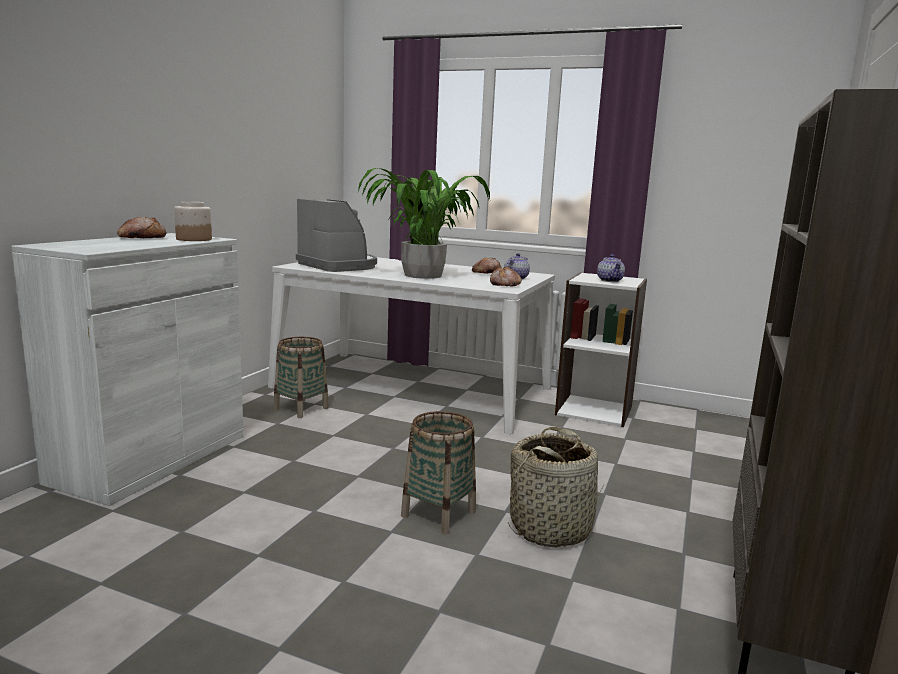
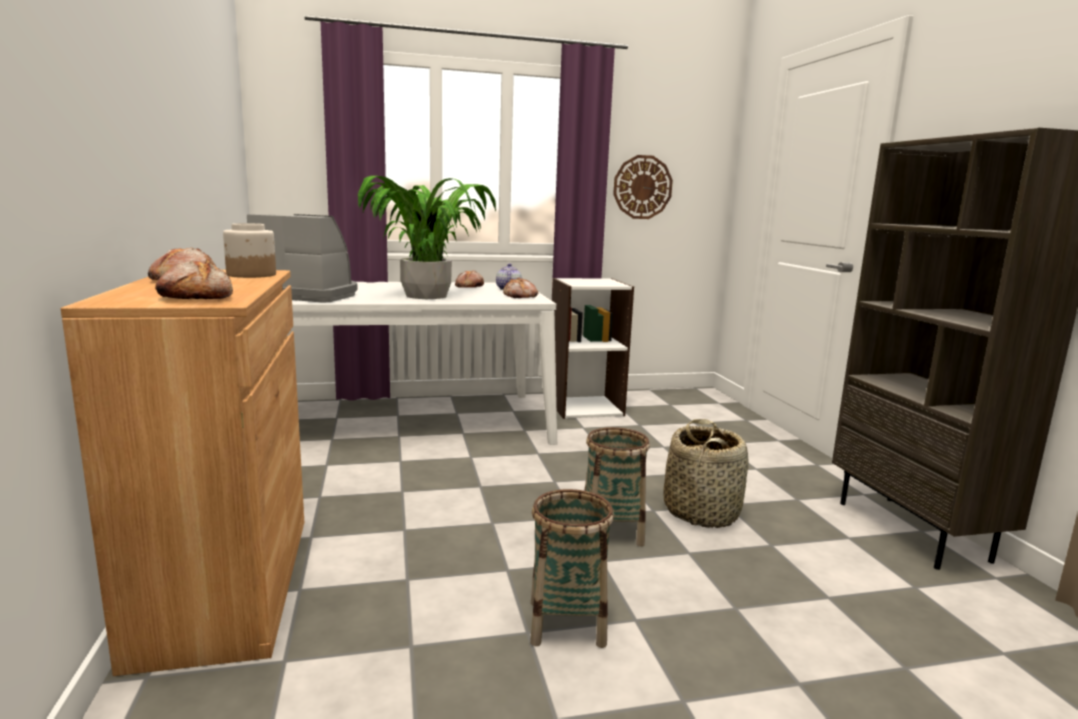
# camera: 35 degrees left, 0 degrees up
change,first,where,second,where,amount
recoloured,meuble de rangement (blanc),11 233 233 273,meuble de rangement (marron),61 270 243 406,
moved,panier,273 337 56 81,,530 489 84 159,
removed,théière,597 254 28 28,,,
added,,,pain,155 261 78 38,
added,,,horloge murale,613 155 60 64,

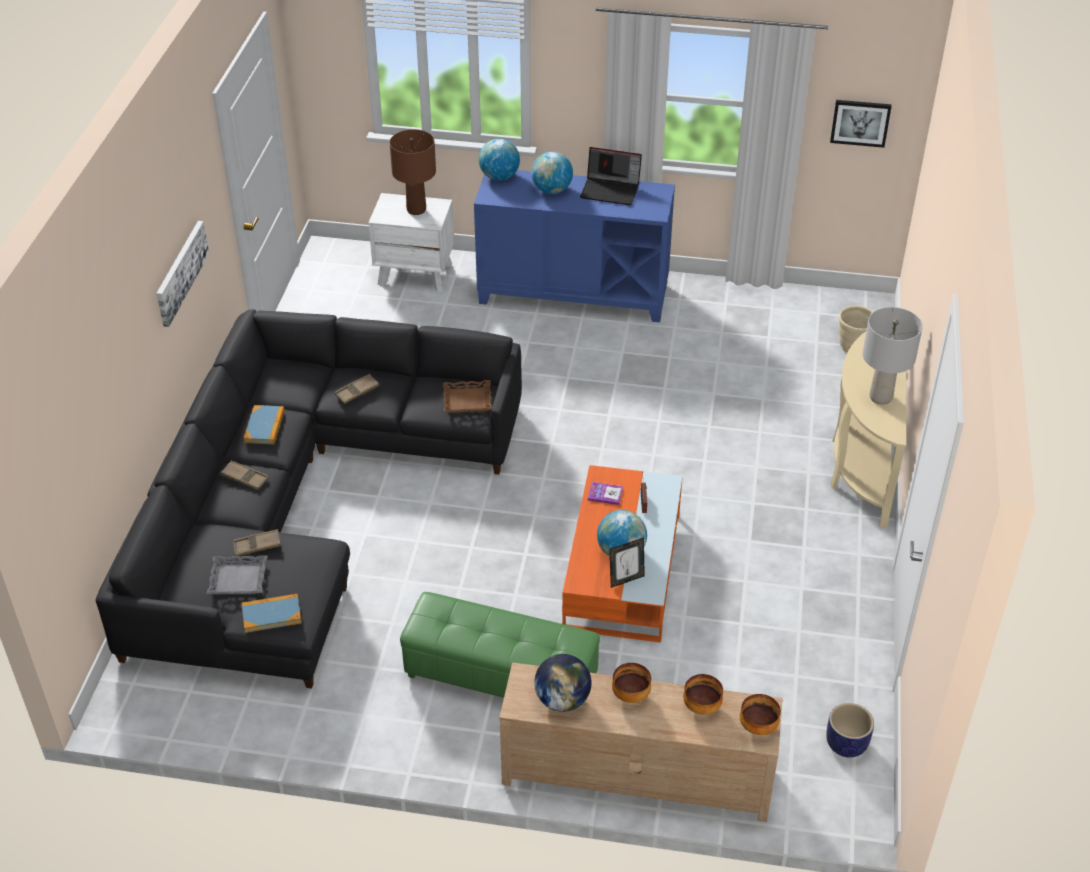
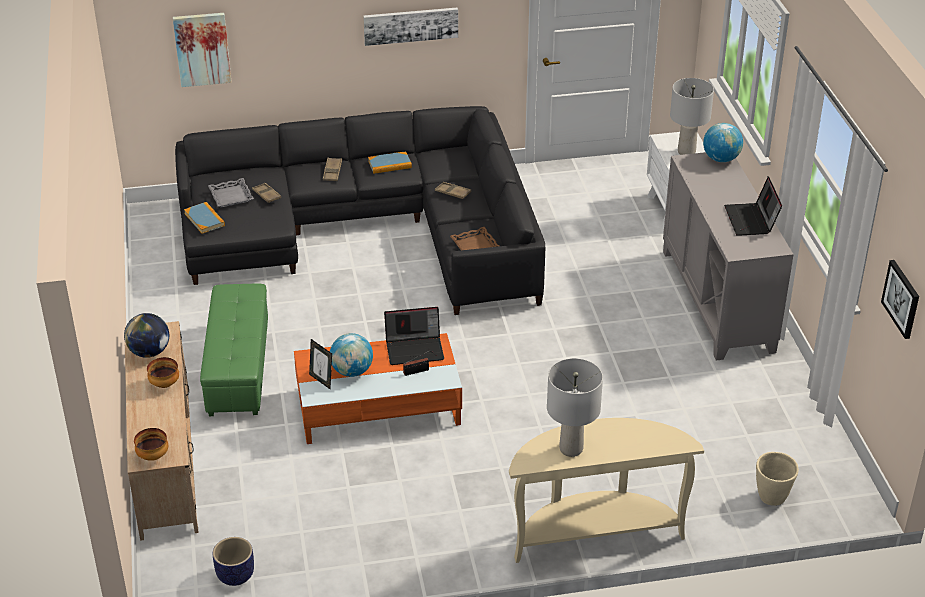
# camera: 70 degrees right, 5 degrees down
change,first,where,second,where,amount
recoloured,lampe de table (marron),390 129 46 86,lampe de table (gris),670 78 44 77,
recoloured,meuble de rangement (bleu),474 170 201 153,meuble de rangement (gris),663 152 131 208,
removed,globe,531 152 42 42,,,
replaced,livre,588 482 35 23,ordinateur portable,384 307 60 58,
removed,bol,683 674 40 41,,,
added,,,tableau,173 13 59 74,

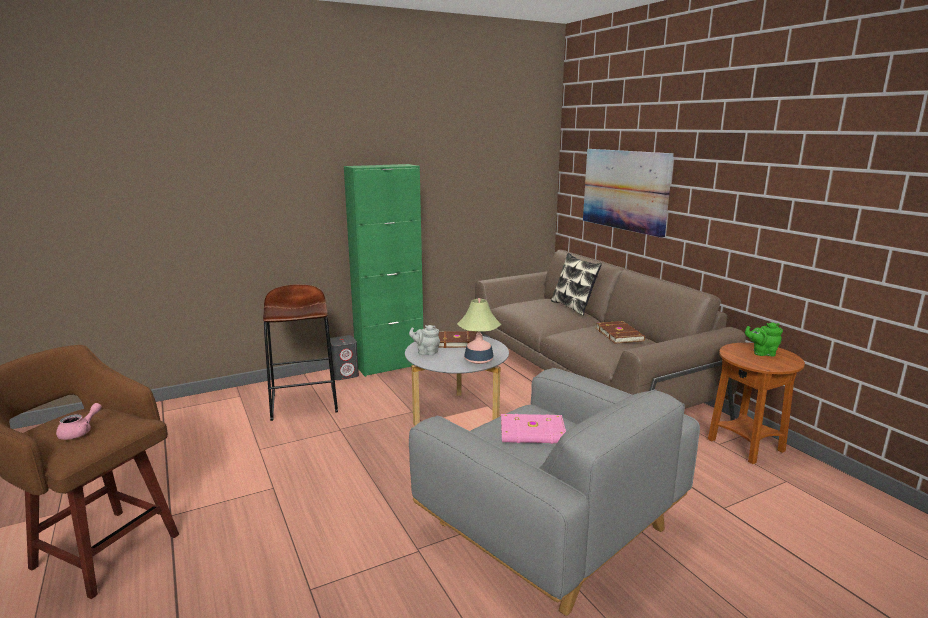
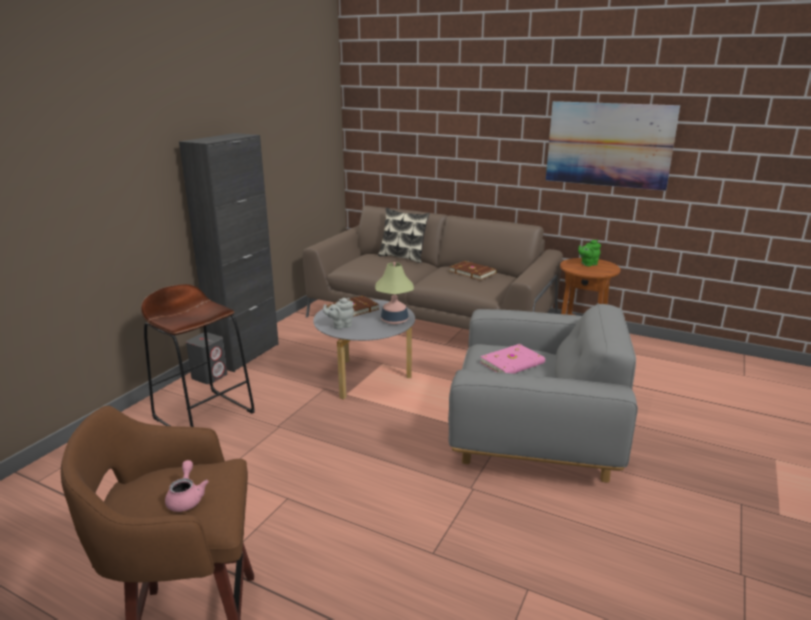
# camera: 35 degrees left, 5 degrees up
change,first,where,second,where,amount
recoloured,meuble de rangement (vert),344 164 79 213,meuble de rangement (noir),179 133 100 239,
moved,tableau,583 149 91 89,,546 101 134 90,

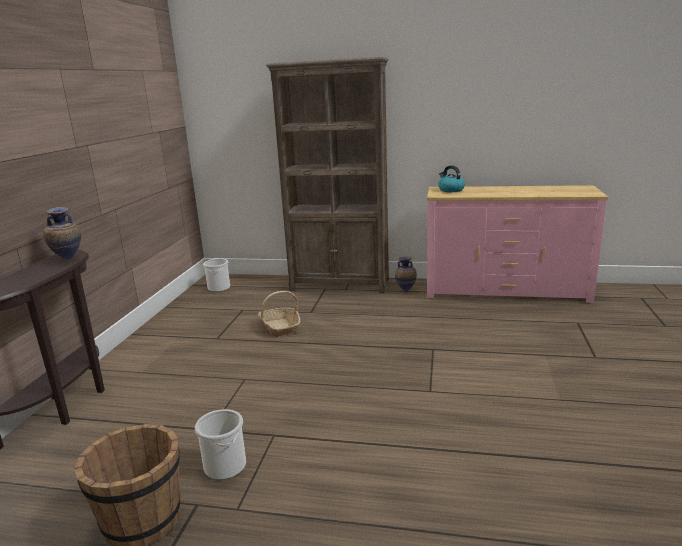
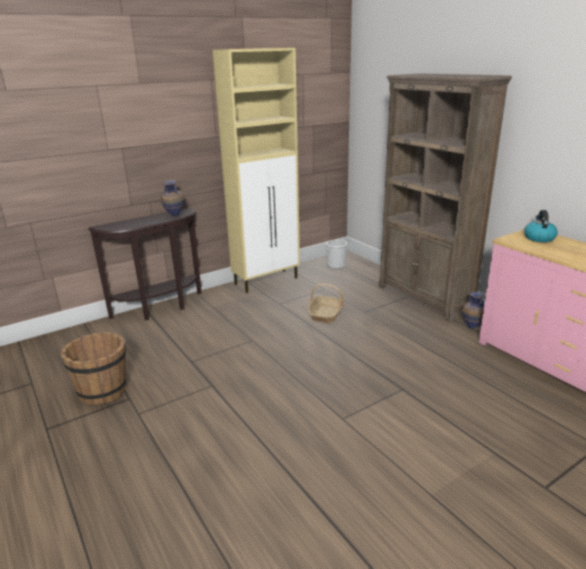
# camera: 45 degrees right, 5 degrees up
change,first,where,second,where,amount
removed,seau,195 409 51 71,,,
added,,,meuble de rangement (beige),213 48 87 245,

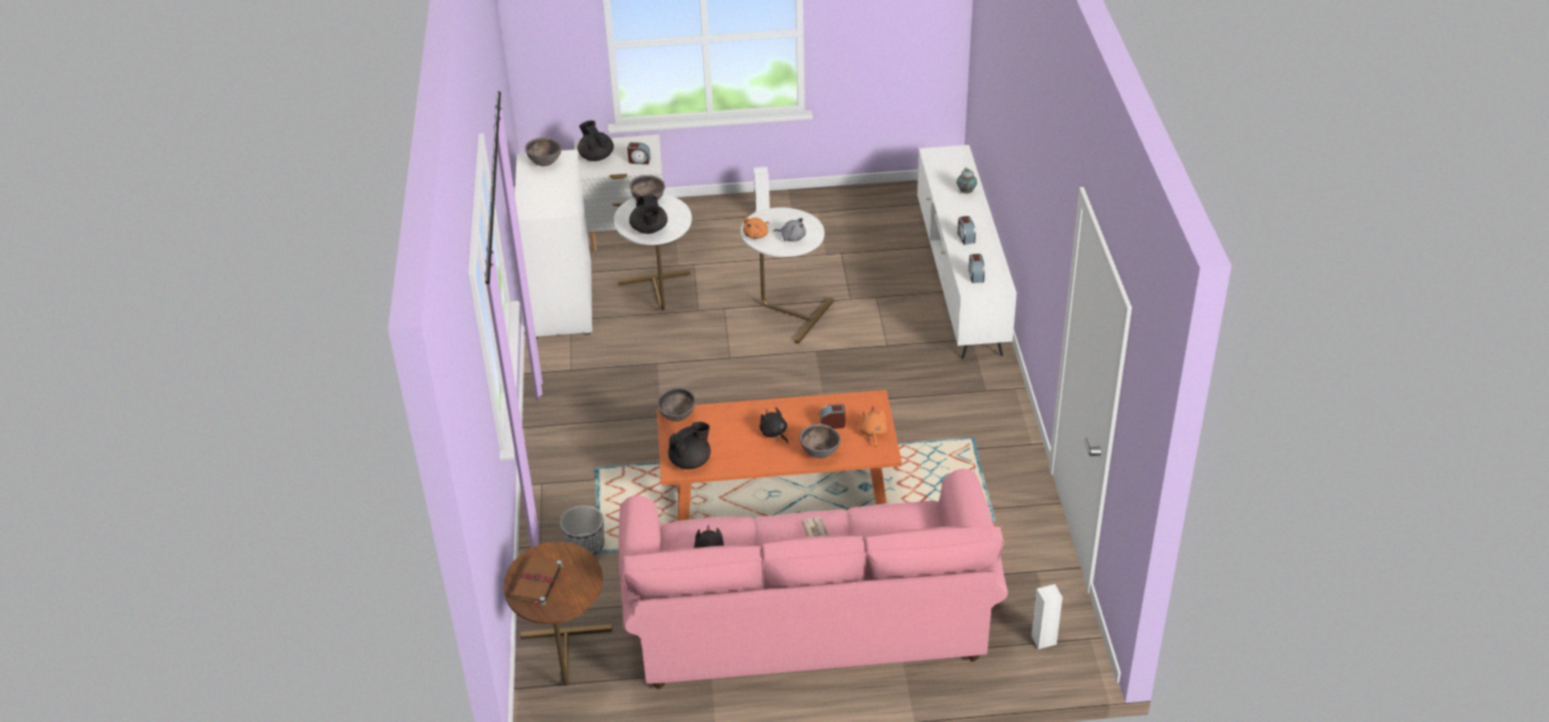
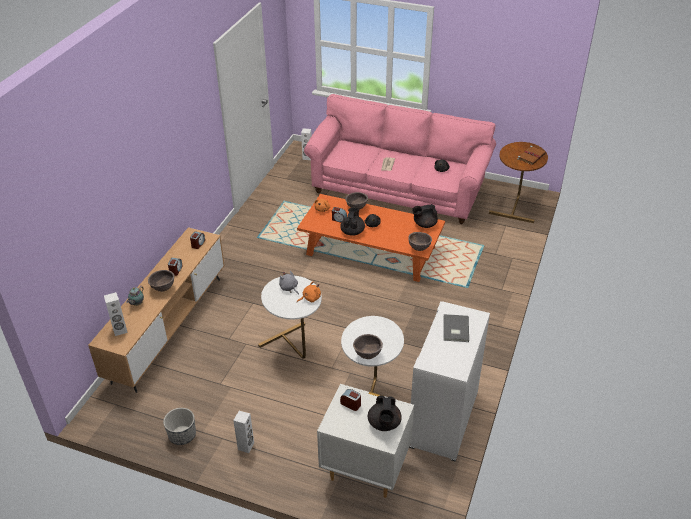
# camera: 155 degrees left, 0 degrees up
change,first,where,second,where,amount
moved,bol (marron),525 138 37 28,,148 270 26 22,
moved,cache-pot,560 505 45 50,,163 408 33 37,
moved,théière (noir),629 195 39 39,,340 207 25 29,
recoloured,meuble télé (blanc),917 145 100 214,meuble télé (marron),88 227 137 166,
added,,,enceinte (blanc),104 292 24 44,
added,,,livre (gris),443 314 26 28,

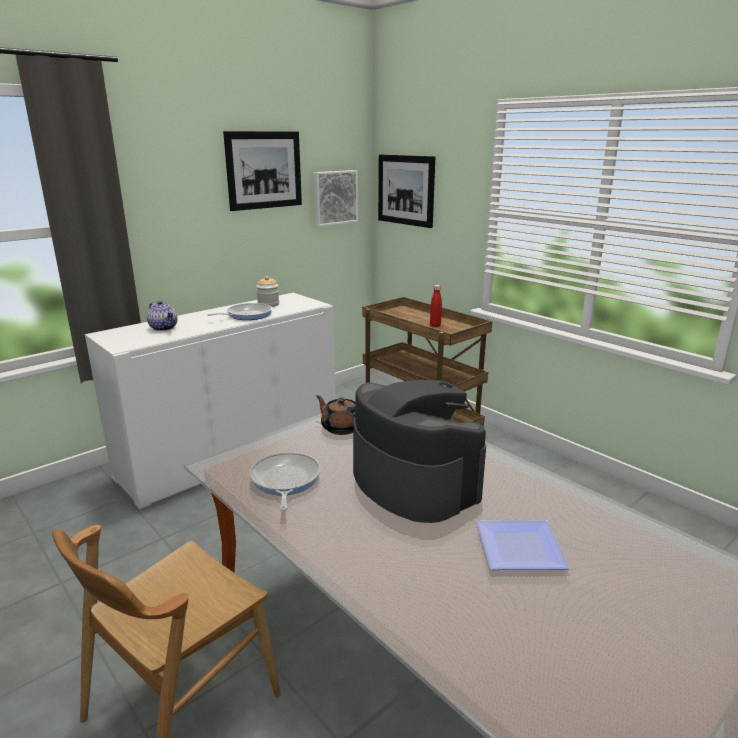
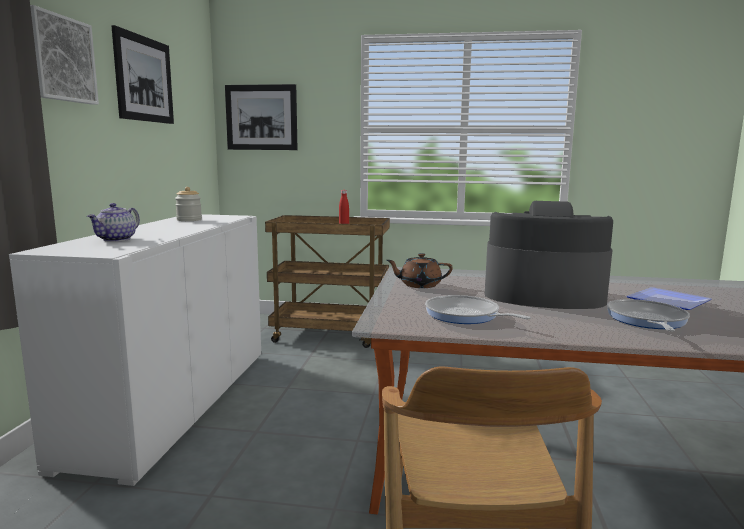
# camera: 40 degrees left, 10 degrees down
change,first,where,second,where,amount
turned,théière,147 301 31 30,,87 203 53 39,105 degrees clockwise
moved,poêle,207 303 65 17,,607 299 83 32,
moved,tableau,313 170 45 57,,30 5 69 99,

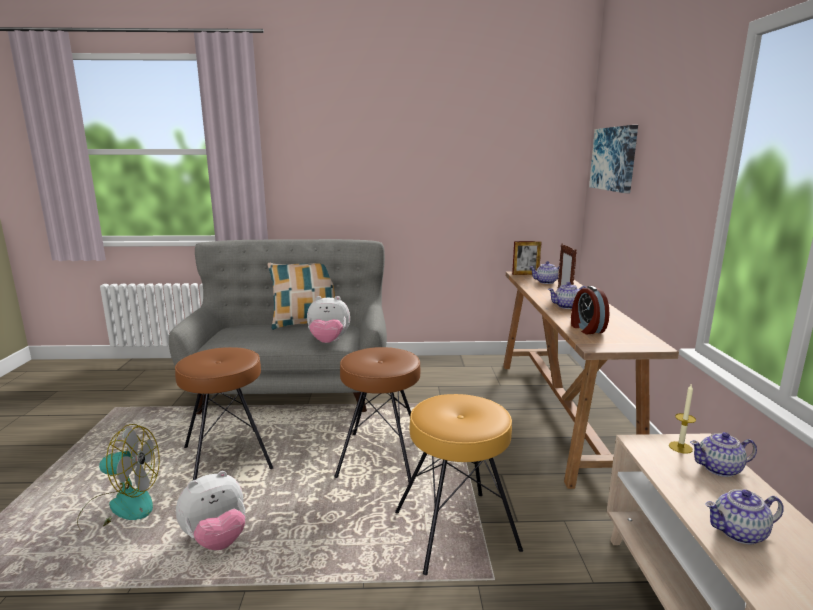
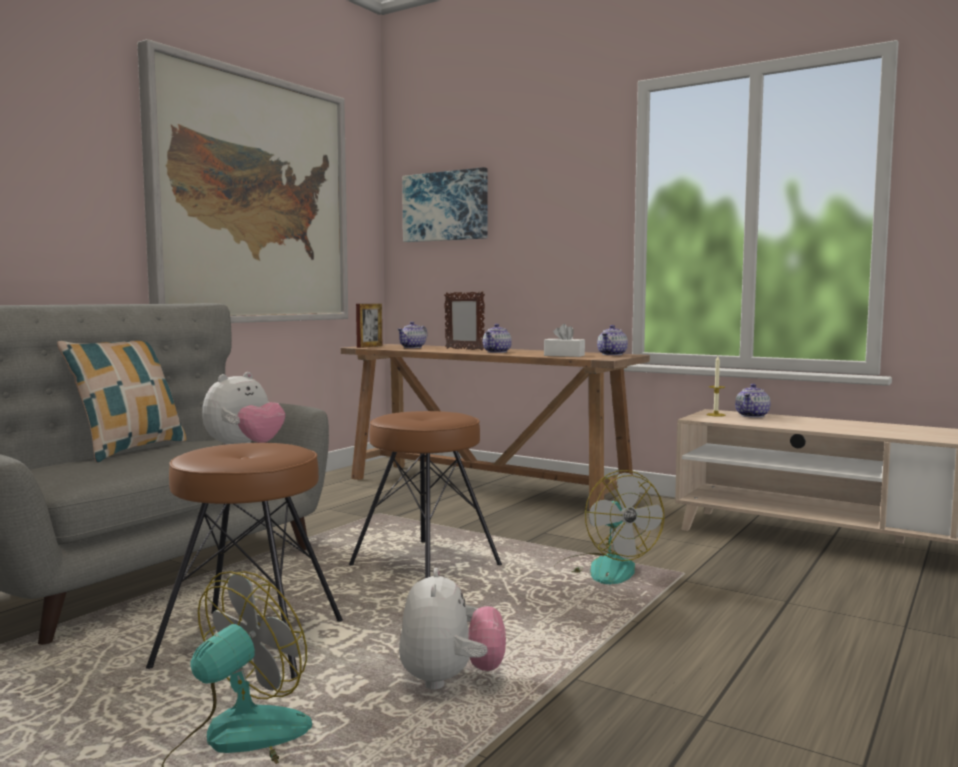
# camera: 55 degrees left, 10 degrees down
change,first,where,second,where,amount
replaced,tabouret (marron),395 394 128 181,ventilateur,555 470 110 114,
replaced,réveil,571 286 39 48,boîte à mouchoirs (blanc),544 324 41 33,
moved,théière,705 489 79 55,,597 325 31 30,
added,,,tableau,137 39 211 284,

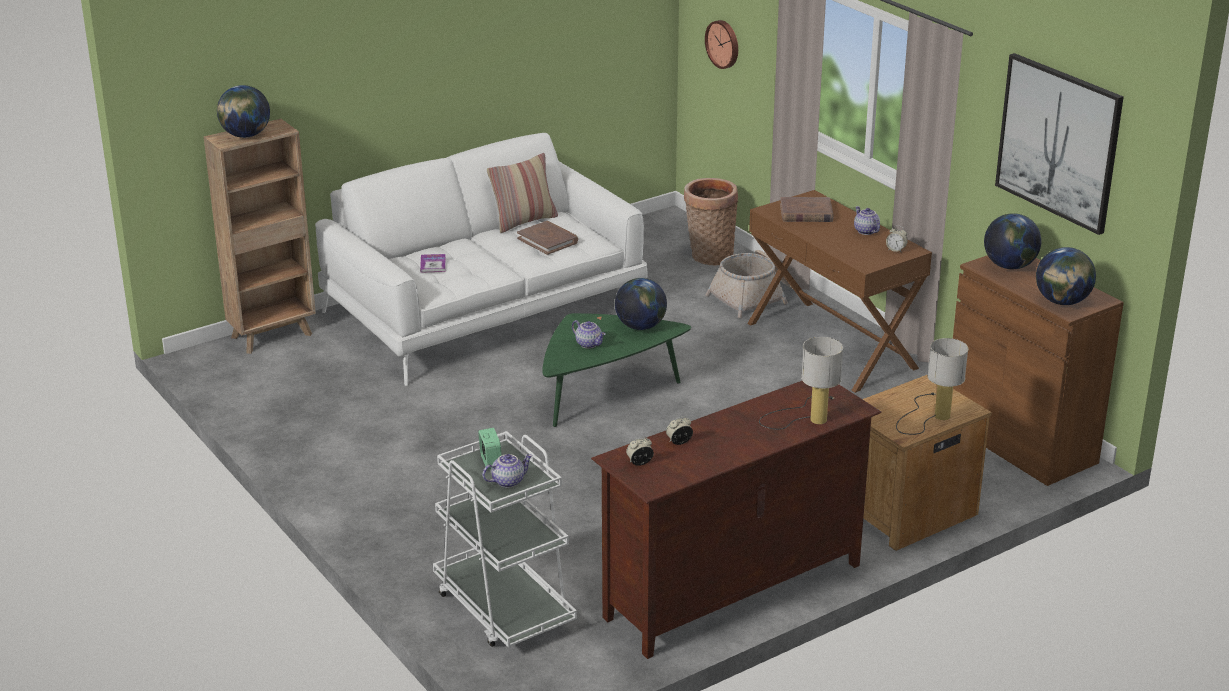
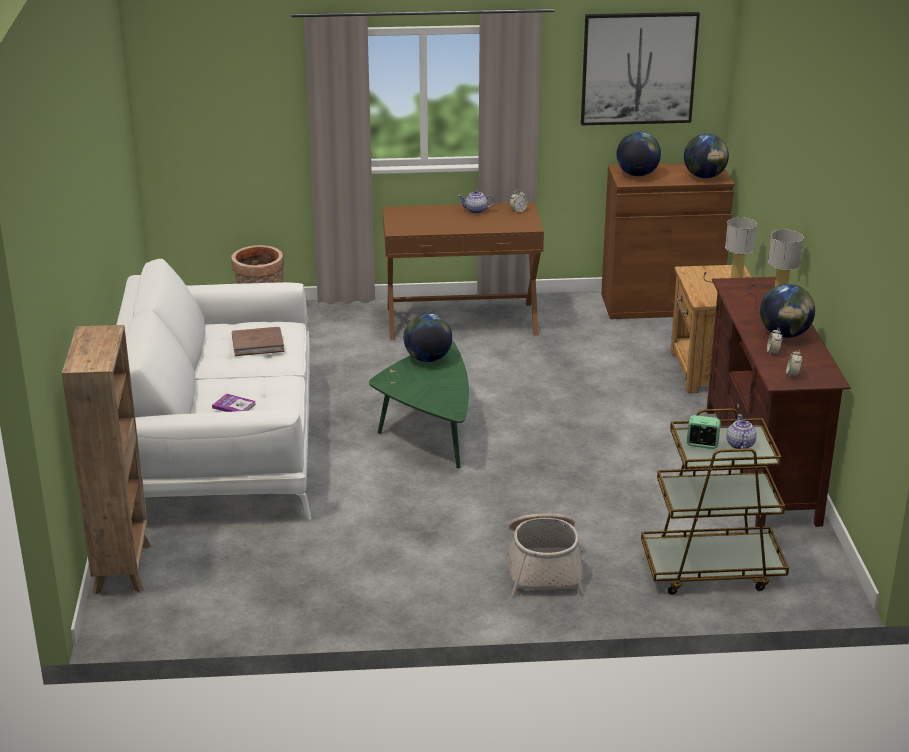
# camera: 60 degrees left, 0 degrees up
change,first,where,second,where,amount
moved,globe,217 85 53 53,,760 284 55 54,
recoloured,chariot (blanc),433 431 144 216,chariot (marron),641 408 148 187,
removed,coussin,487 153 71 80,,,
removed,théière,572 320 34 29,,,
removed,horloge murale,705 20 33 49,,,
moved,panier,705 250 88 68,,507 514 77 82,
removed,livre (marron),780 197 53 25,,,

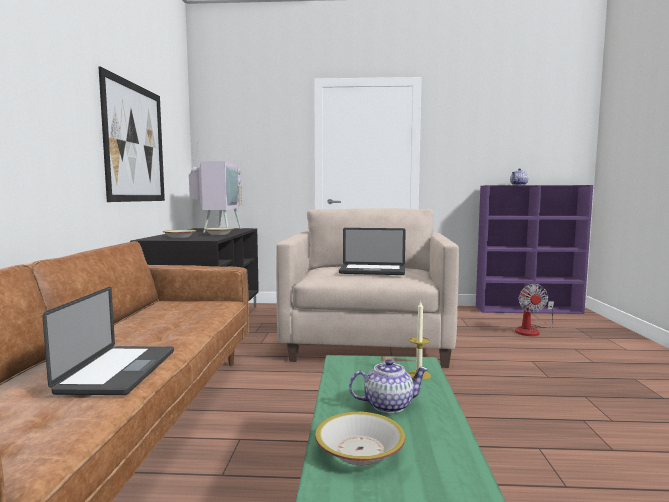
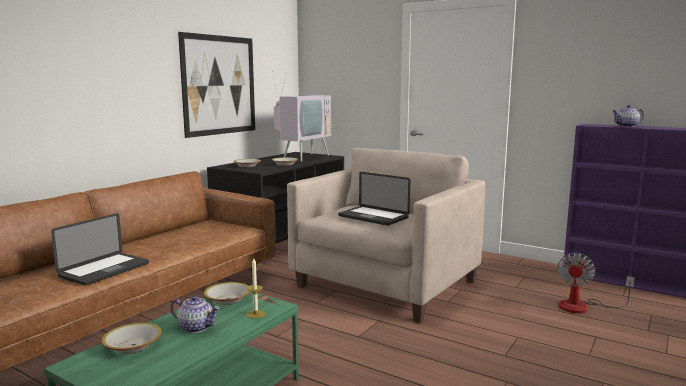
# camera: 30 degrees right, 5 degrees up
change,first,where,second,where,amount
added,,,bol,204 282 47 23,

